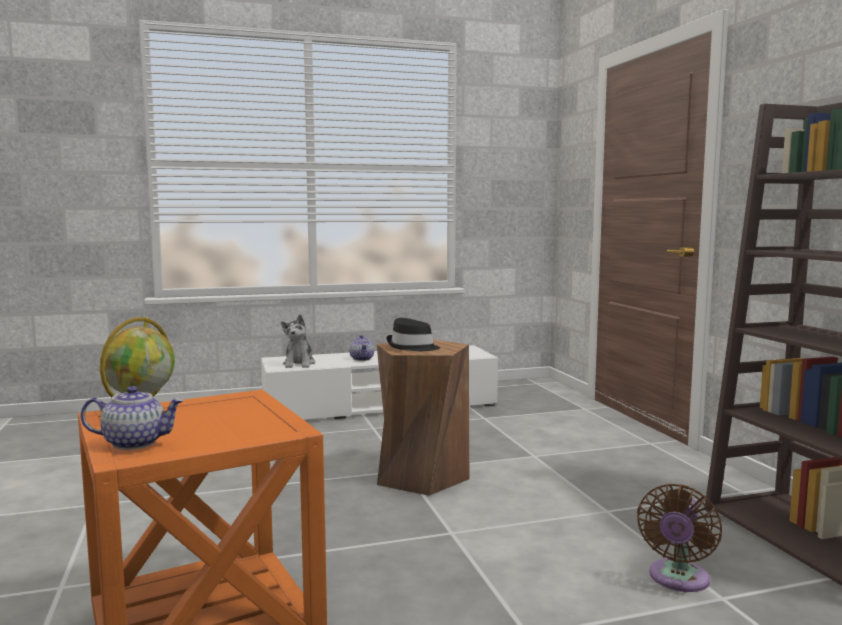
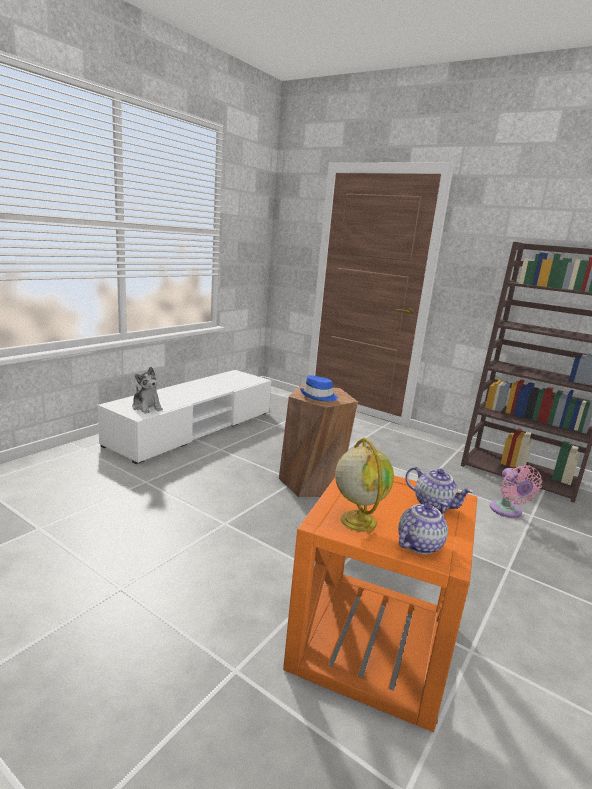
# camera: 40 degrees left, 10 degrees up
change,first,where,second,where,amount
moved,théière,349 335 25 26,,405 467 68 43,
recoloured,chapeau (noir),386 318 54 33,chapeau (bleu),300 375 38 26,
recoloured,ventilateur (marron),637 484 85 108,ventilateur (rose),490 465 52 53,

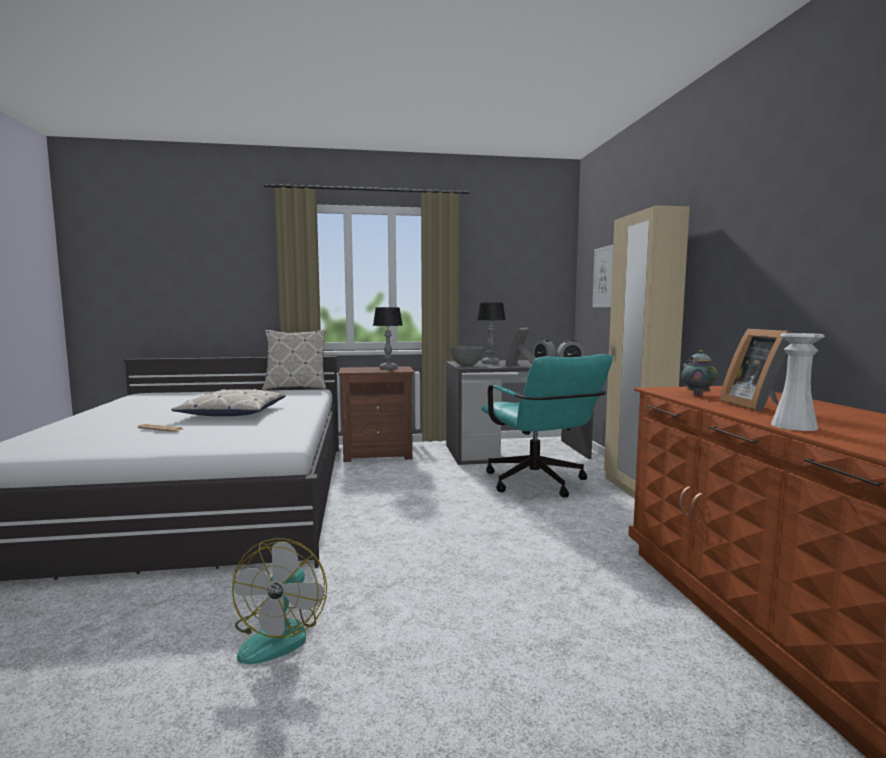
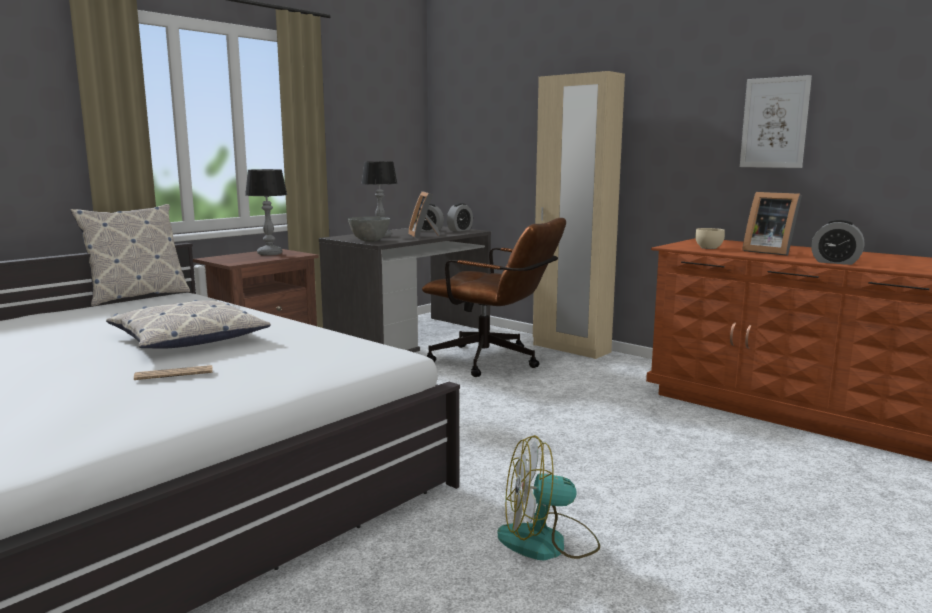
# camera: 40 degrees left, 5 degrees up
change,first,where,second,where,amount
turned,ventilateur,232 538 95 126,,497 435 103 126,120 degrees clockwise
recoloured,chaise de bureau (turquoise),481 354 132 143,chaise de bureau (marron),422 218 144 159,
moved,tableau,592 245 21 62,,740 75 72 93,
replaced,théière,682 350 35 46,bol (beige),695 228 30 21,
replaced,vase (blanc),771 333 54 98,réveil,811 219 53 46,

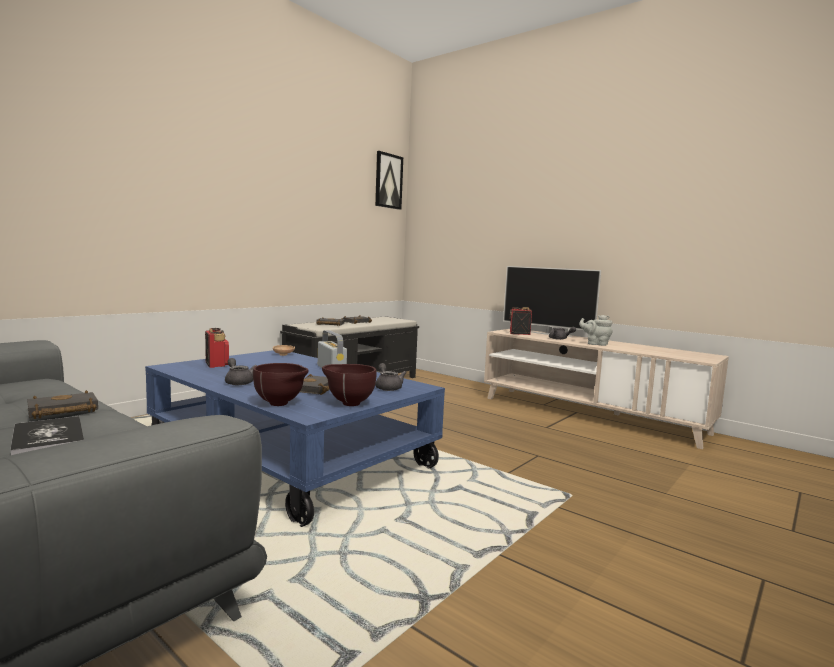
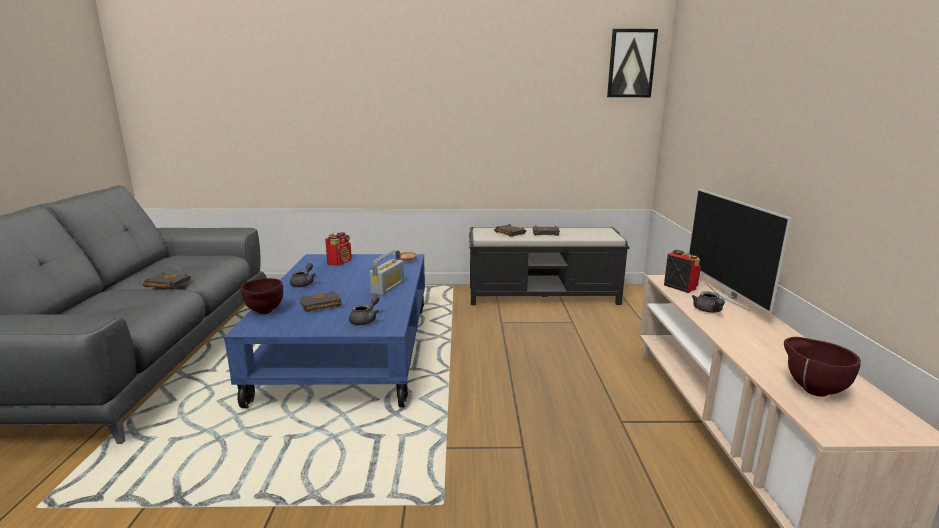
# camera: 50 degrees right, 10 degrees up
change,first,where,second,where,amount
removed,livre,10 416 74 39,,,
moved,bol (marron),322 364 55 42,,784 337 77 60,
removed,théière (gris),579 315 34 31,,,

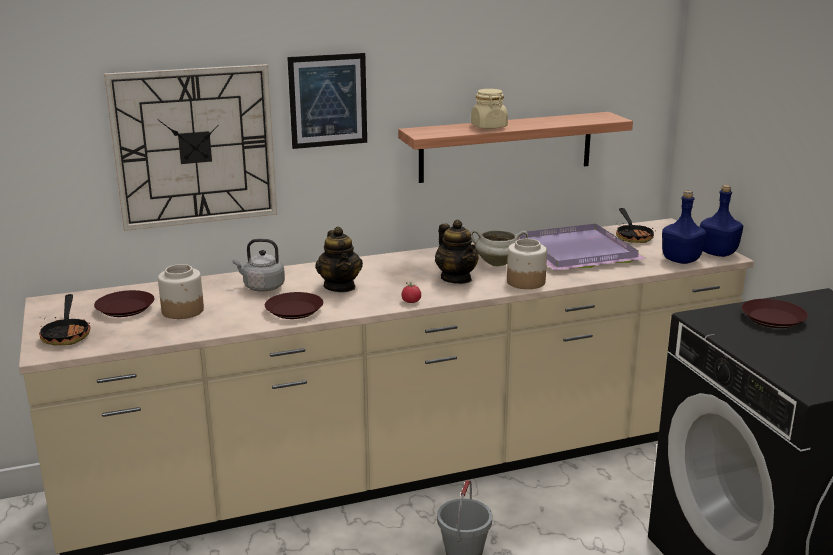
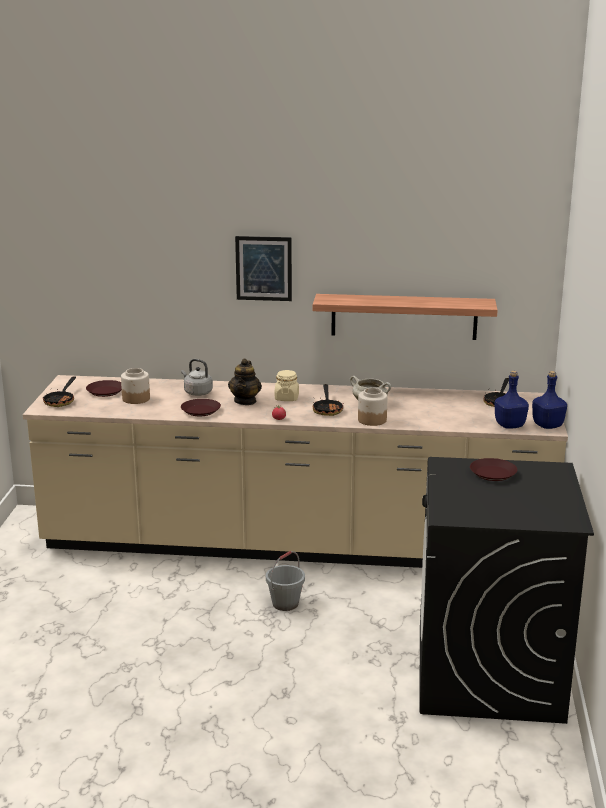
# camera: 25 degrees right, 0 degrees up
change,first,where,second,where,amount
removed,horloge murale,104 64 173 167,,,
replaced,théière,435 220 44 64,poêle,313 384 30 32,
moved,bocal (beige),471 89 37 40,,275 370 24 31,
removed,plateau (violet),519 224 128 47,,,

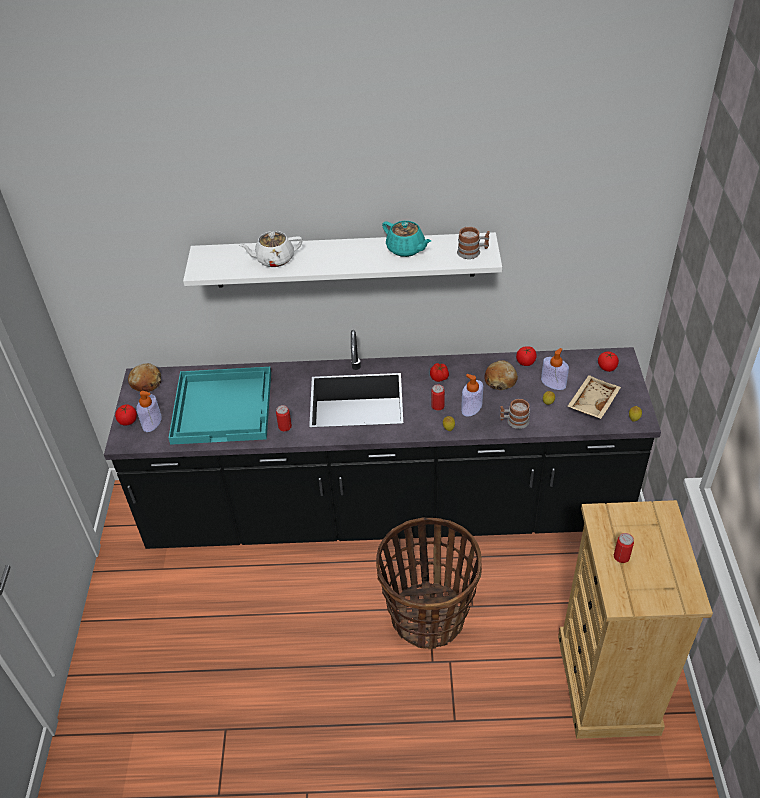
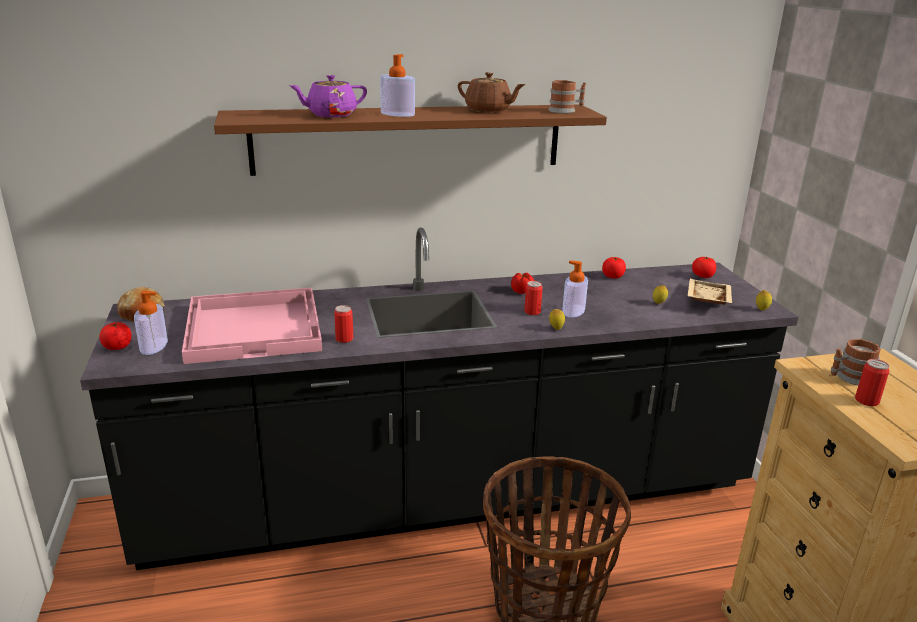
# camera: 15 degrees left, 20 degrees down
change,first,where,second,where,amount
recoloured,plateau (turquoise),169 367 102 78,plateau (rose),182 288 140 76,
recoloured,étagère (blanc),183 232 319 55,étagère (marron),214 104 393 72,
recoloured,théière (blanc),239 231 64 36,théière (violet),289 75 78 42,
recoloured,théière (turquoise),382 221 49 36,théière (marron),458 72 68 41,
removed,pain,484 360 34 30,,,
moved,mug,500 399 30 30,,831 339 50 46,
moved,distributeur de savon,541 348 28 42,,380 54 35 63,

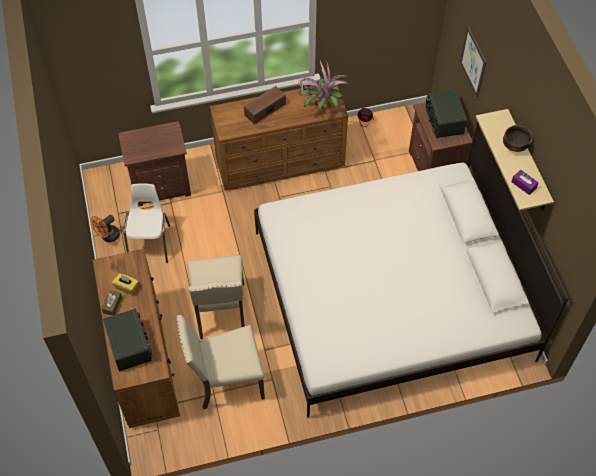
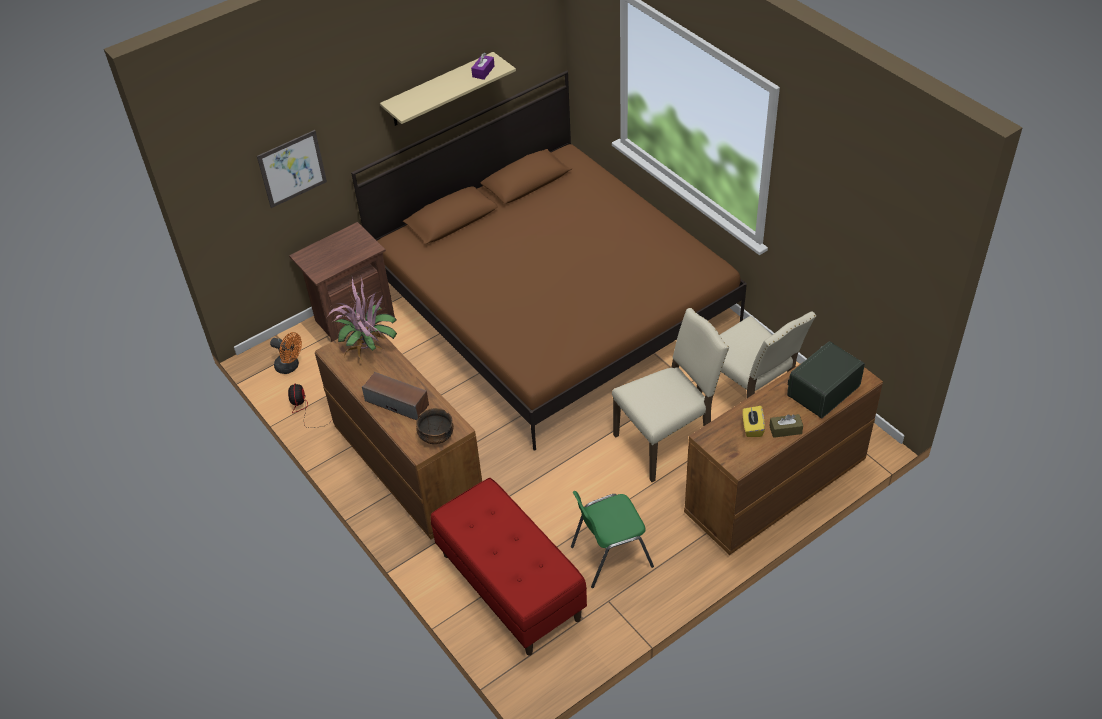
# camera: 110 degrees left, 10 degrees down
change,first,where,second,where,amount
moved,ventilateur (orange),90 215 30 27,,270 332 32 42,
replaced,table de chevet (marron),118 121 73 85,banc (rouge),431 478 156 178,
recoloured,chaise (blanc),124 183 46 80,chaise (vert),571 491 83 97,
recoloured,lit (blanc),254 113 315 305,lit (marron),351 70 396 381,
removed,radio,425 89 42 49,,,
moved,bol,503 125 30 27,,416 408 38 36,

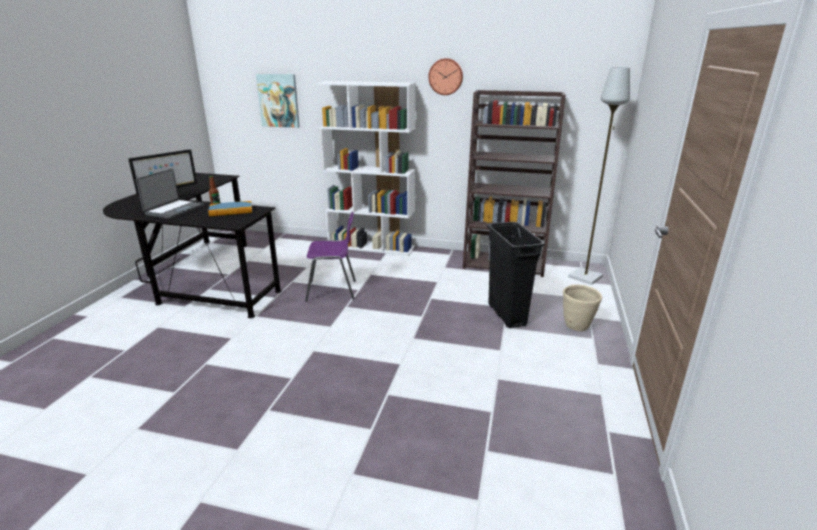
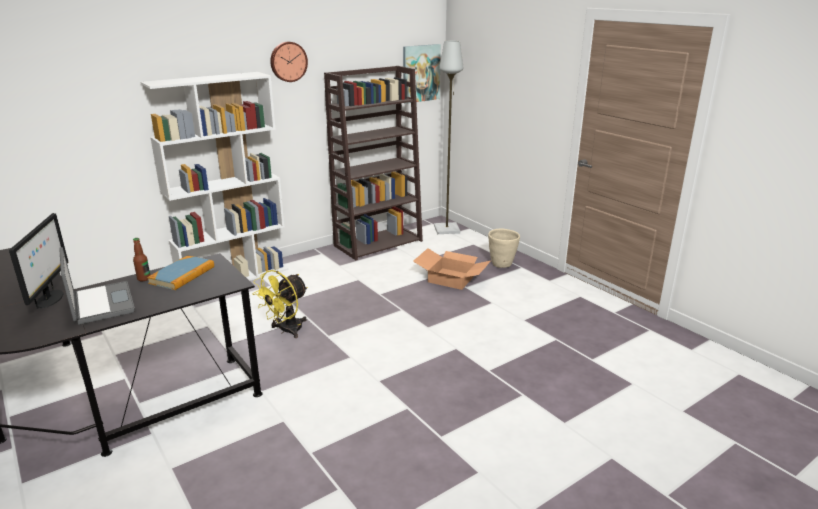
# camera: 50 degrees left, 0 degrees up
change,first,where,second,where,amount
moved,tableau,256 74 44 54,,403 44 38 60,
replaced,chaise (violet),305 212 51 90,ventilateur (jaune),253 270 55 68,
replaced,poubelle (noir),487 222 58 106,carton,413 248 78 42,

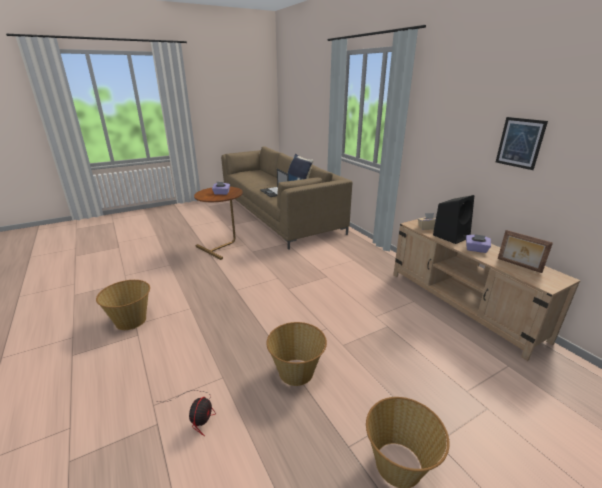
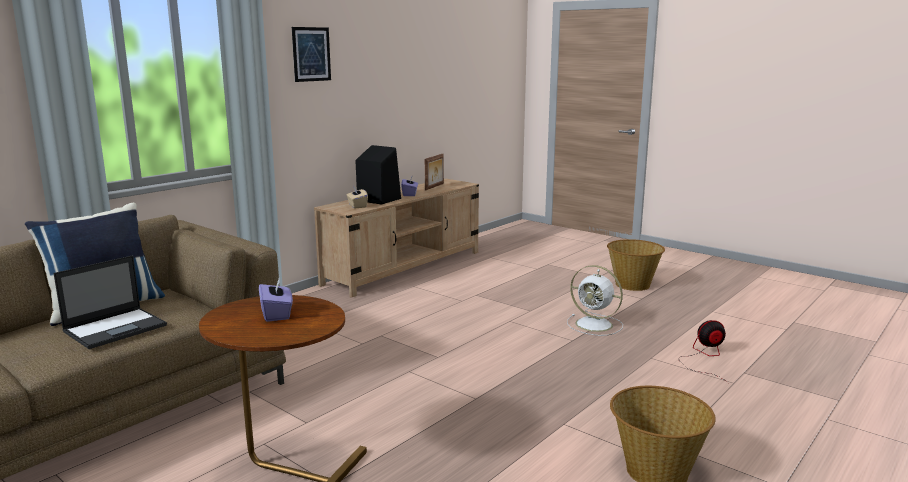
# camera: 110 degrees left, 10 degrees down
change,first,where,second,where,amount
replaced,panier,266 322 61 64,ventilateur (blanc),567 265 56 71,
moved,tableau,496 117 52 53,,292 27 39 55,

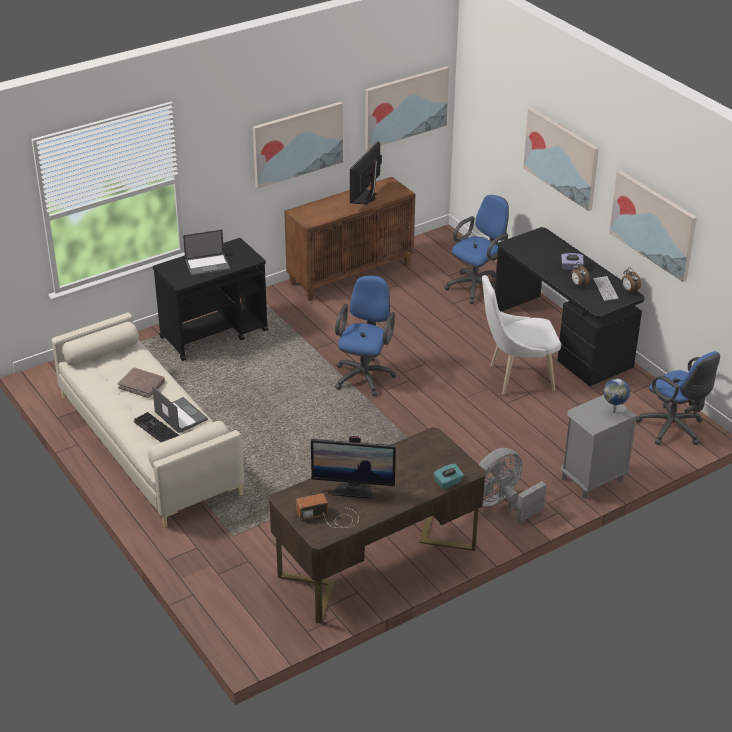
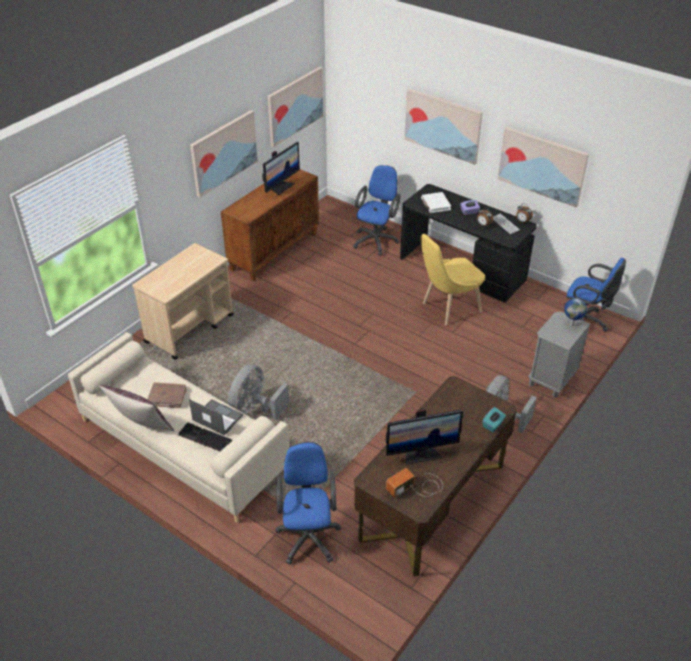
# camera: 20 degrees left, 5 degrees up
change,first,where,second,where,amount
recoloured,chariot (noir),153 238 115 123,chariot (beige),132 243 102 117,
removed,ordinateur portable,183 229 48 47,,,
moved,chaise de bureau (bleu),335 276 61 120,,275 442 66 123,
turned,écran d'ordinateur,350 142 32 63,,262 142 38 53,150 degrees counterclockwise
recoloured,chaise (blanc),482 275 79 120,chaise (jaune),420 234 65 91,
added,,,coussin (marron),99 385 75 46,
added,,,ventilateur (gris),228 364 61 56,
added,,,livre (blanc),421 192 30 21,

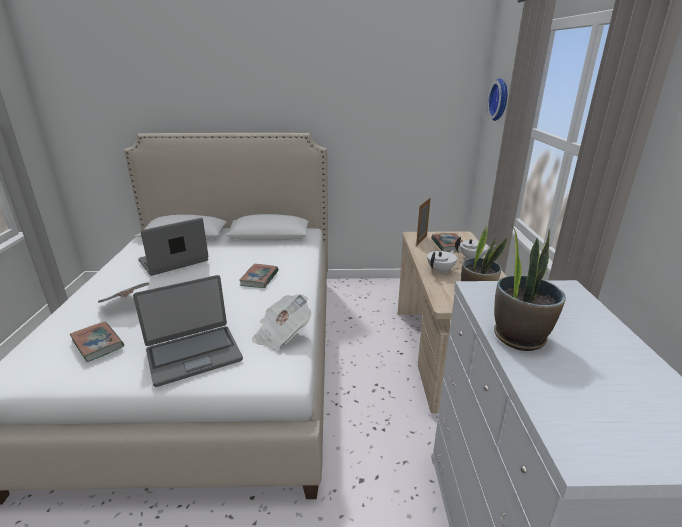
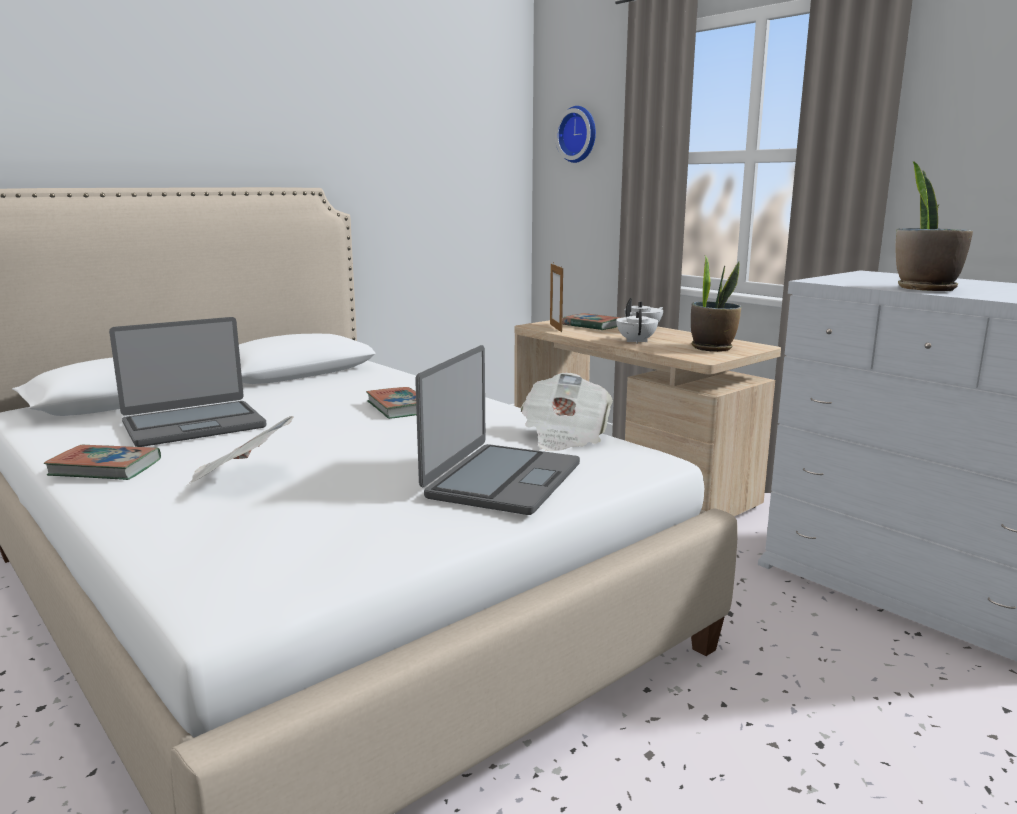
# camera: 40 degrees left, 10 degrees down
change,first,where,second,where,amount
moved,livre,69 322 55 40,,44 445 117 35,
turned,ordinateur portable,138 218 70 58,,109 317 158 130,135 degrees counterclockwise

